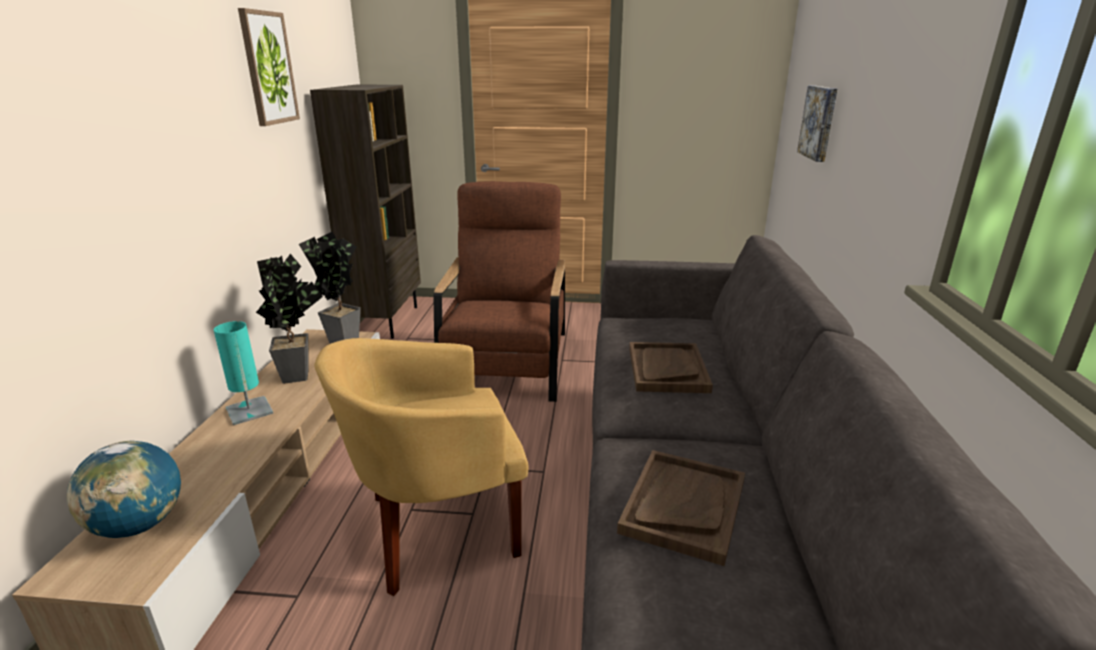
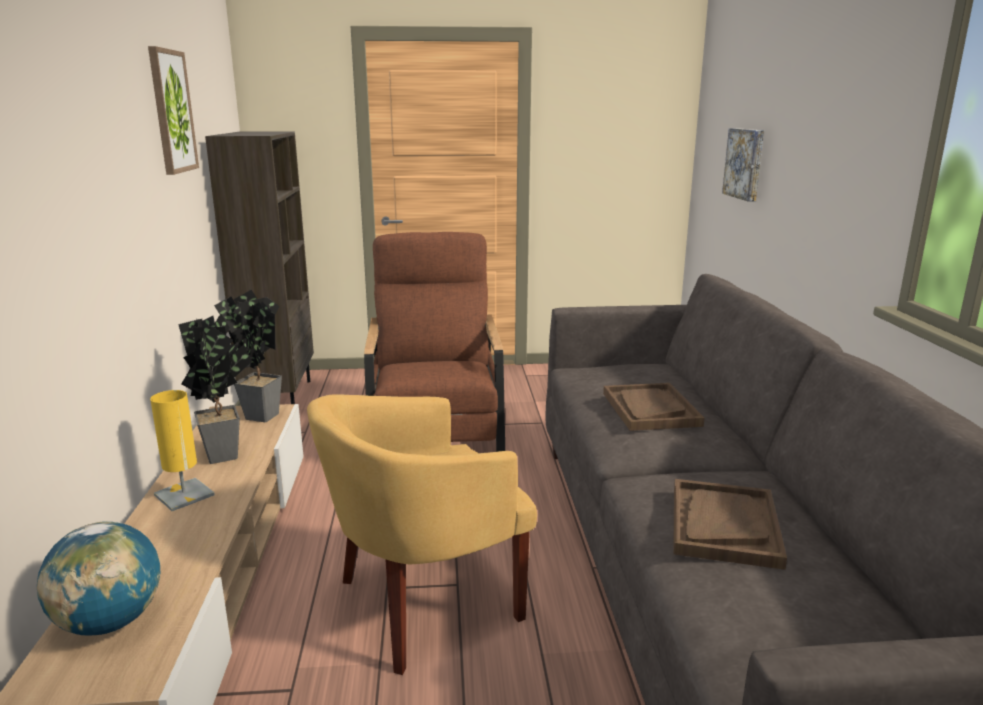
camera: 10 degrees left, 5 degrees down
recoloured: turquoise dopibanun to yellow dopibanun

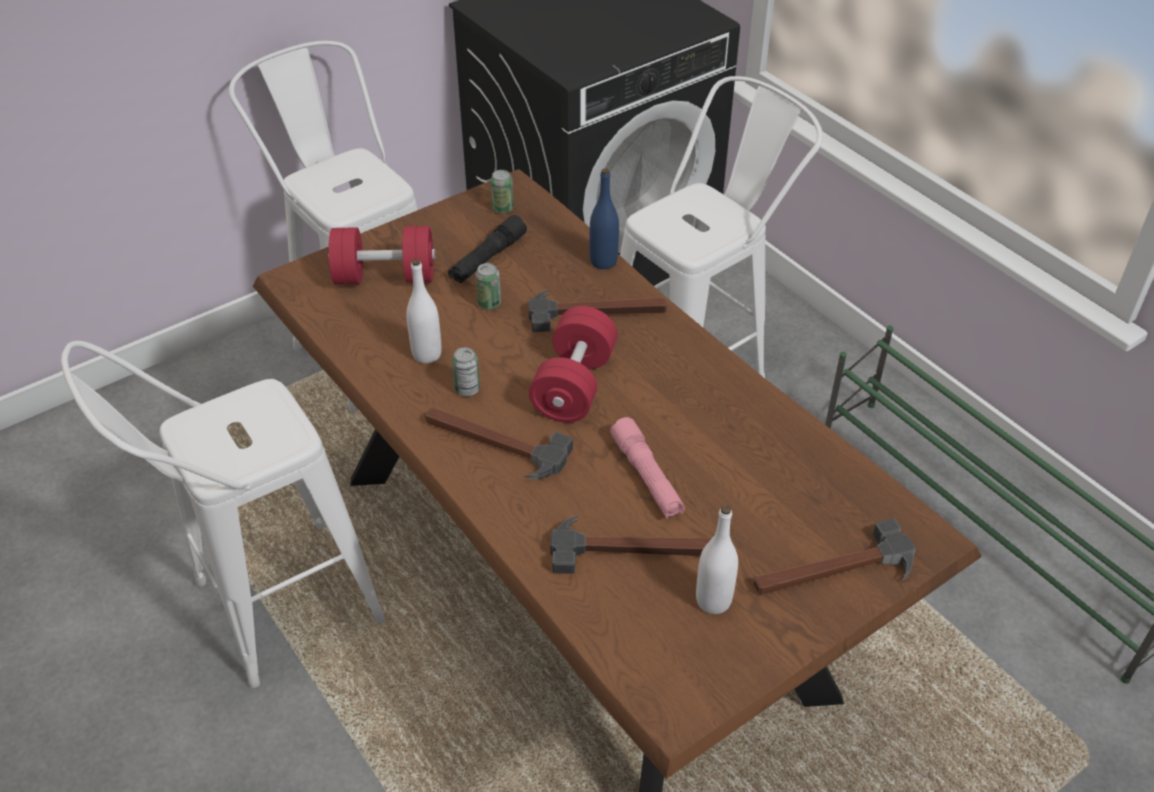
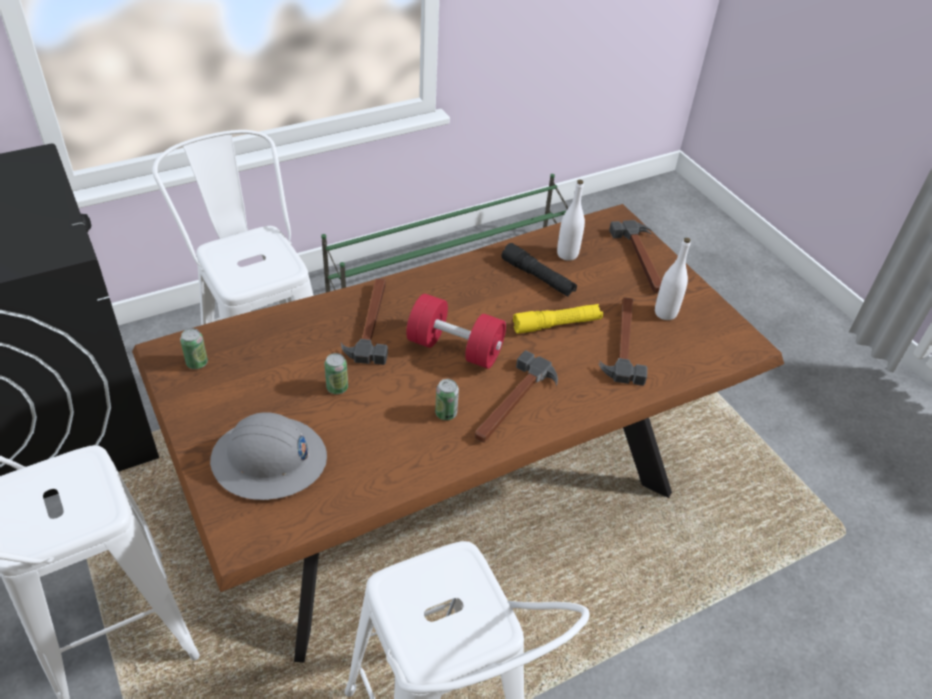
camera: 85 degrees left, 0 degrees up
removed: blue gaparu
moved: white gaparu (1st from left); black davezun
replaced: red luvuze (1st from left) to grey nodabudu
recoloured: pink davezun to yellow davezun

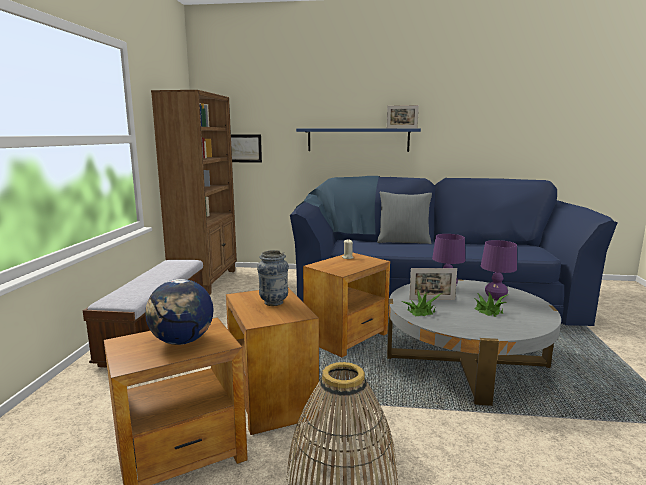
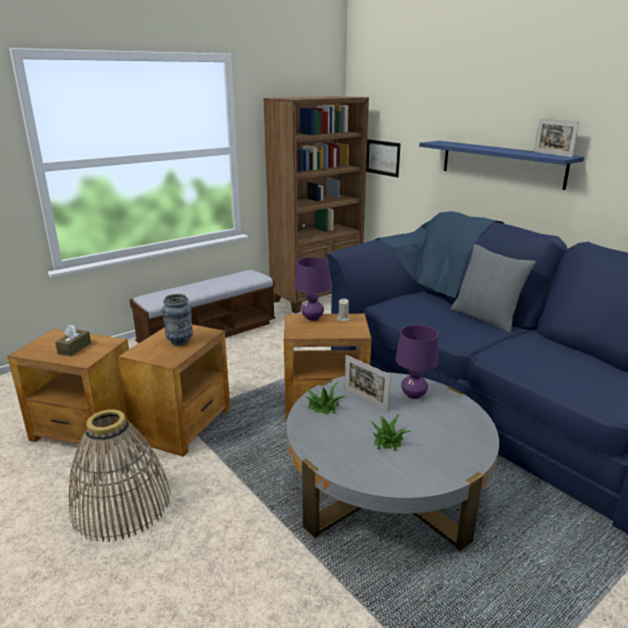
camera: 45 degrees right, 10 degrees up
moved: purple dopibanun (2nd from left in the first image) to purple dopibanun (1st from left)
replaced: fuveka to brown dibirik

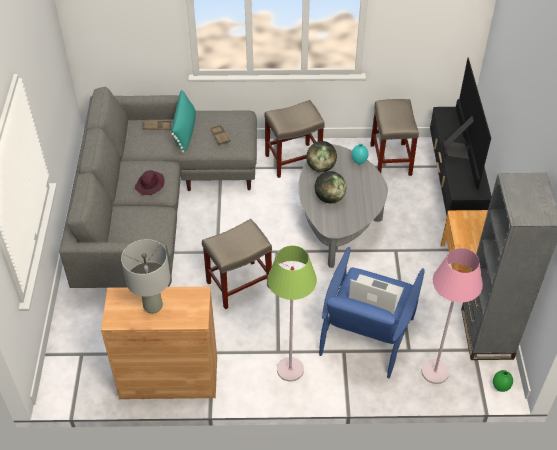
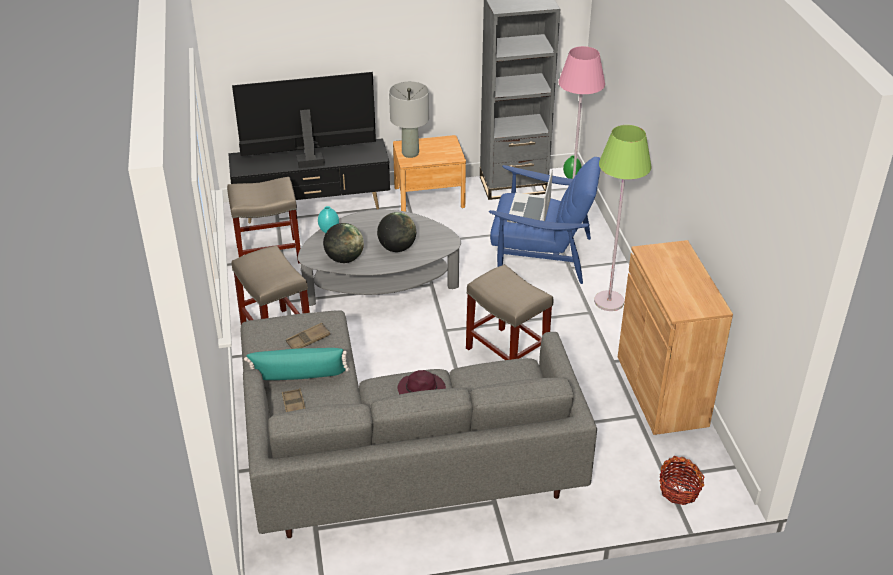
camera: 100 degrees left, 10 degrees down
added: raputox
moved: grey dopibanun

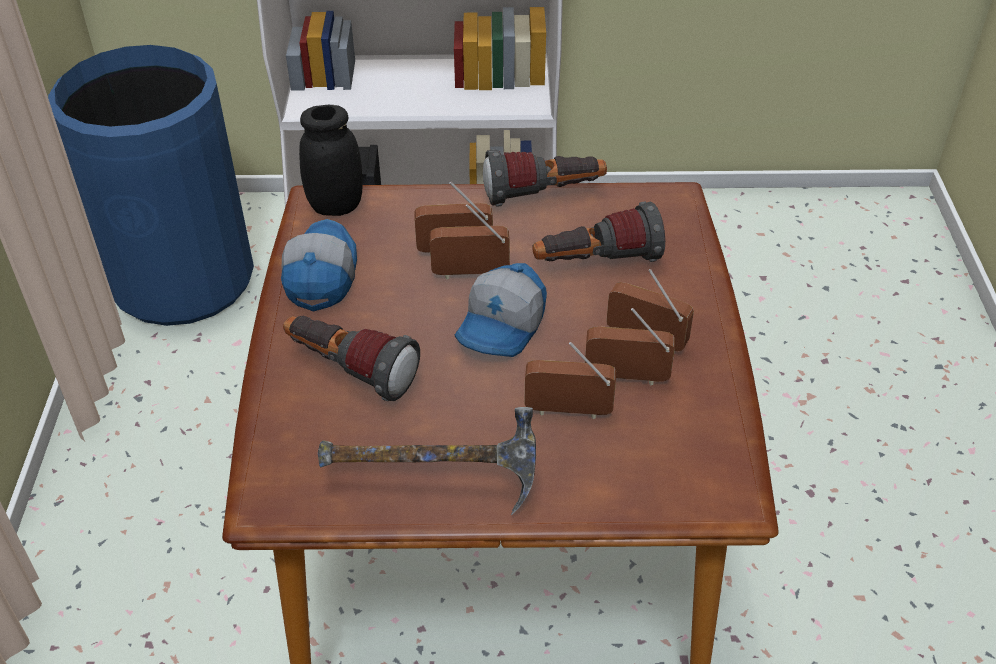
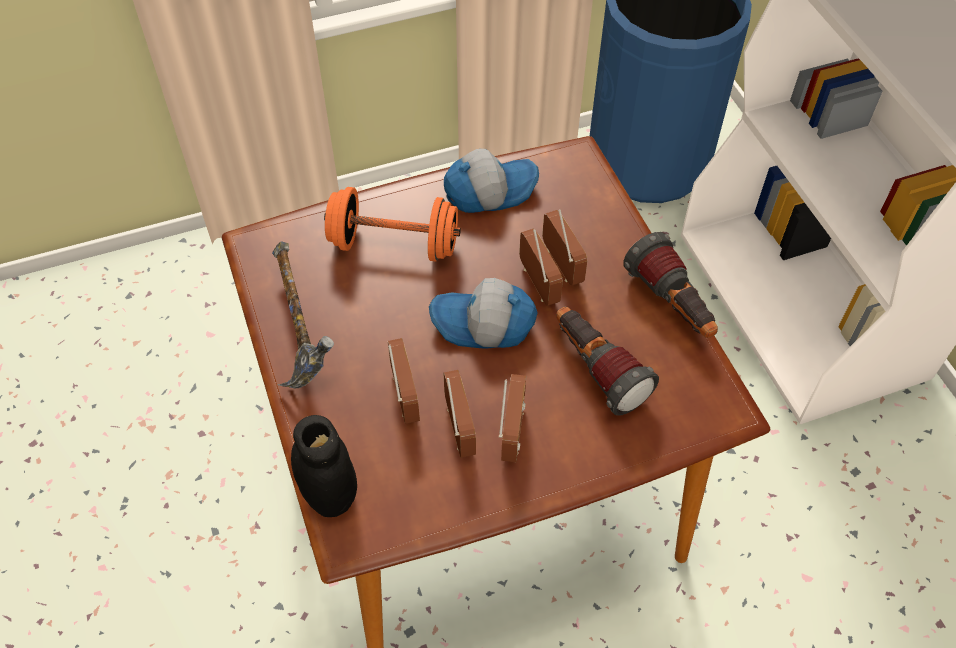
camera: 70 degrees right, 10 degrees up
moved: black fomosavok
replaced: davezun (1st from left) to orange luvuze

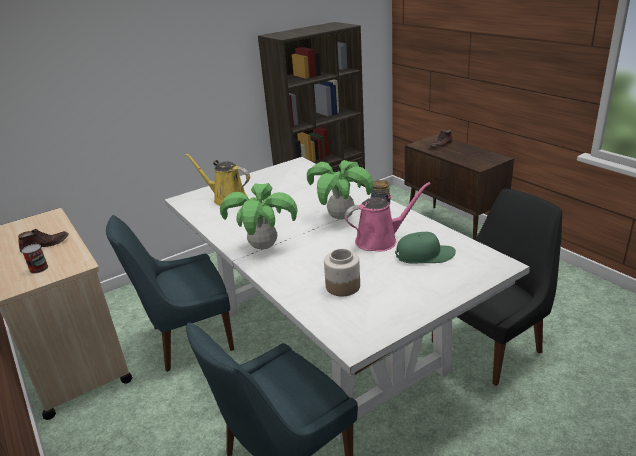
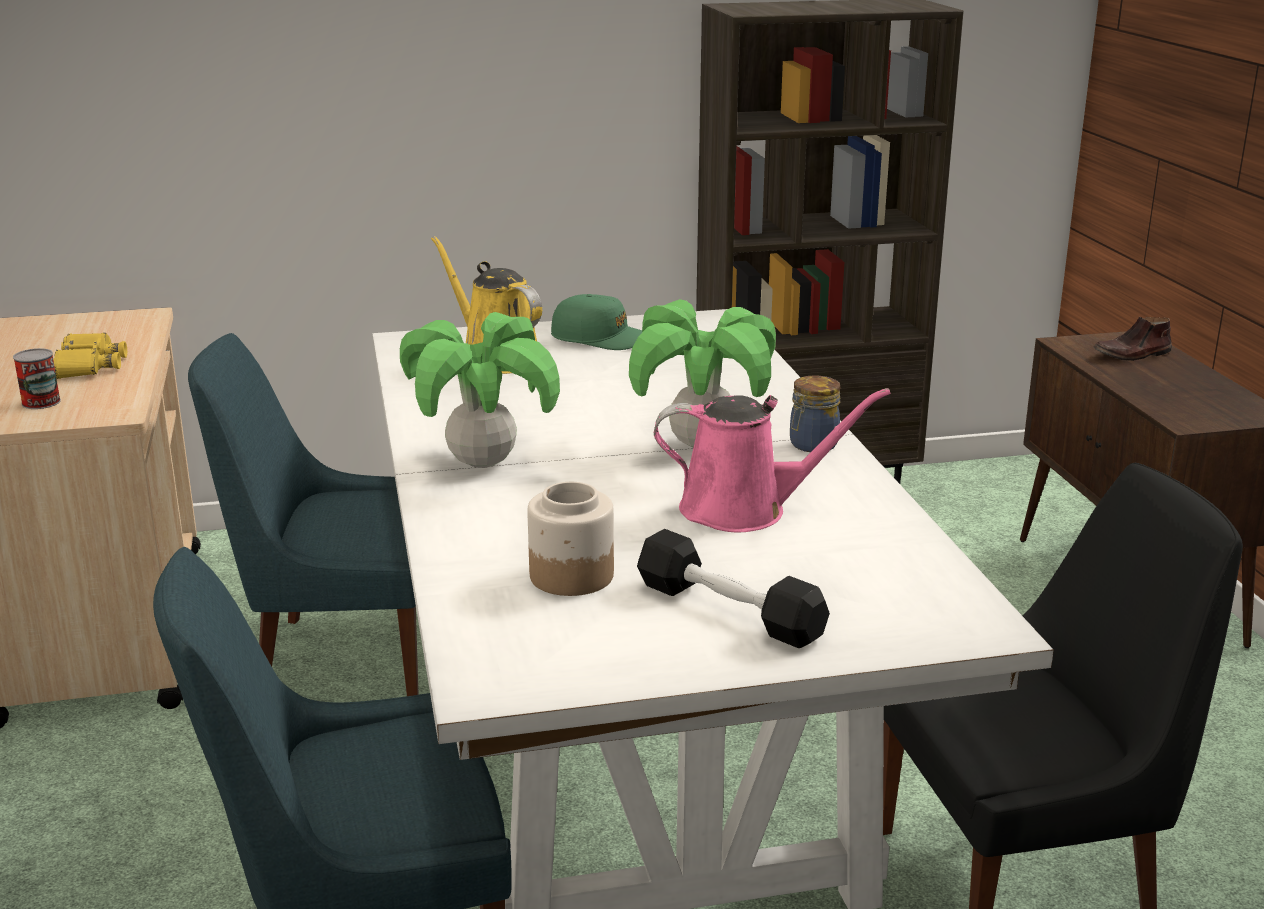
camera: 20 degrees right, 5 degrees down
added: black luvuze
moved: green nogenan
replaced: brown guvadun (1st from left) to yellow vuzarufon

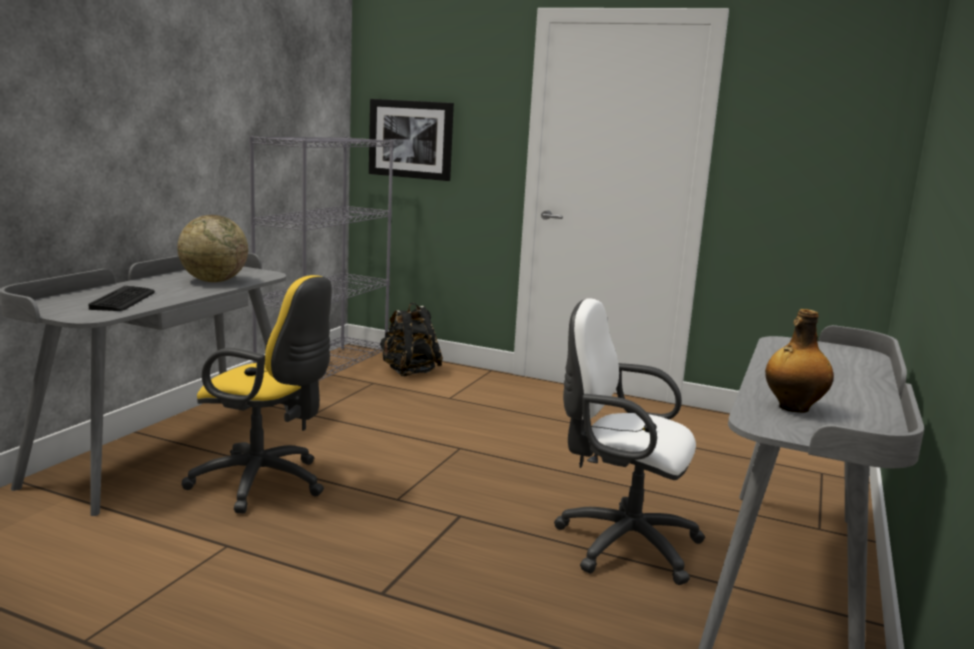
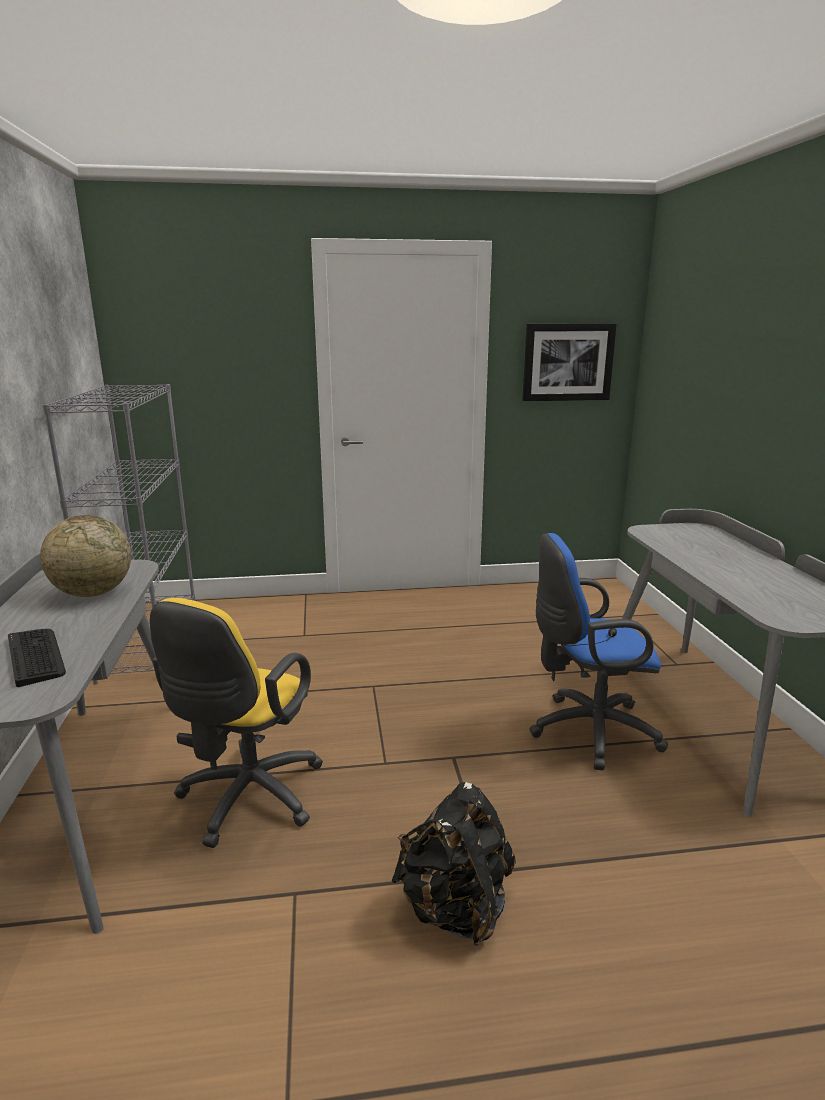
camera: 30 degrees left, 5 degrees up
removed: gaparu
moved: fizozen; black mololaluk
recoloured: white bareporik to blue bareporik
turned: yellow bareporik 120 degrees clockwise

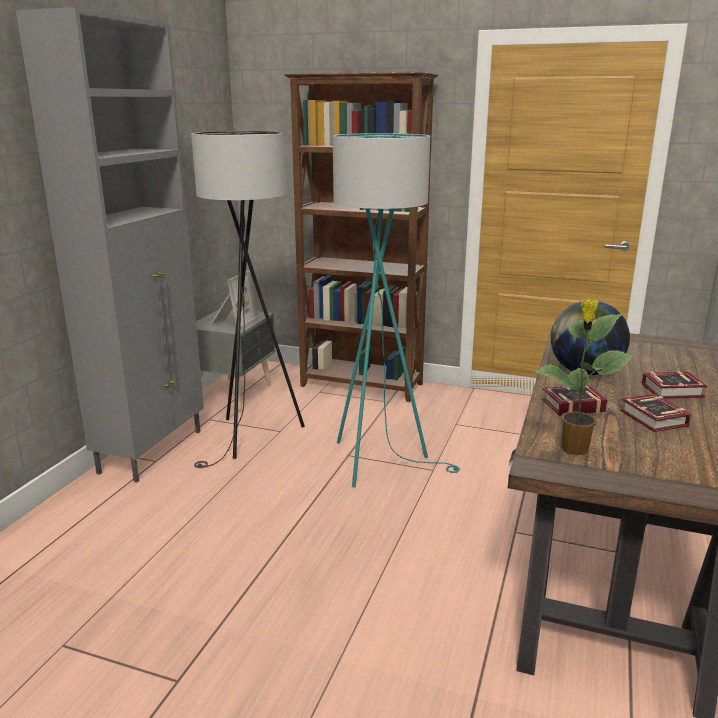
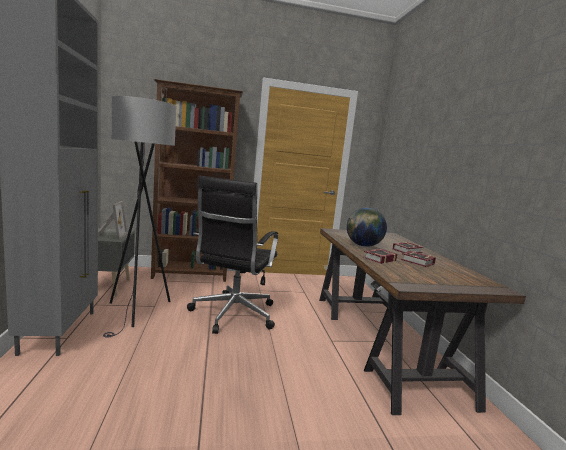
camera: 30 degrees left, 10 degrees down
removed: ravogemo
replaced: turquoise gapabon to black bareporik

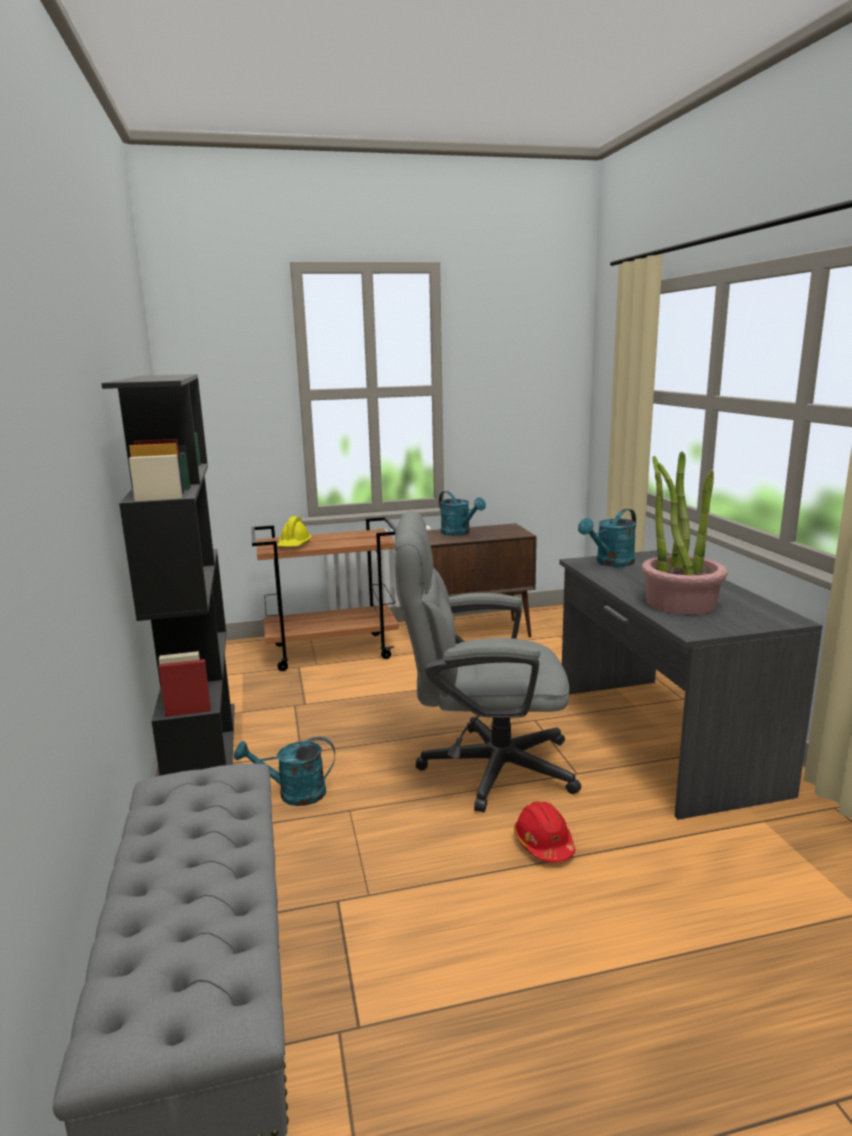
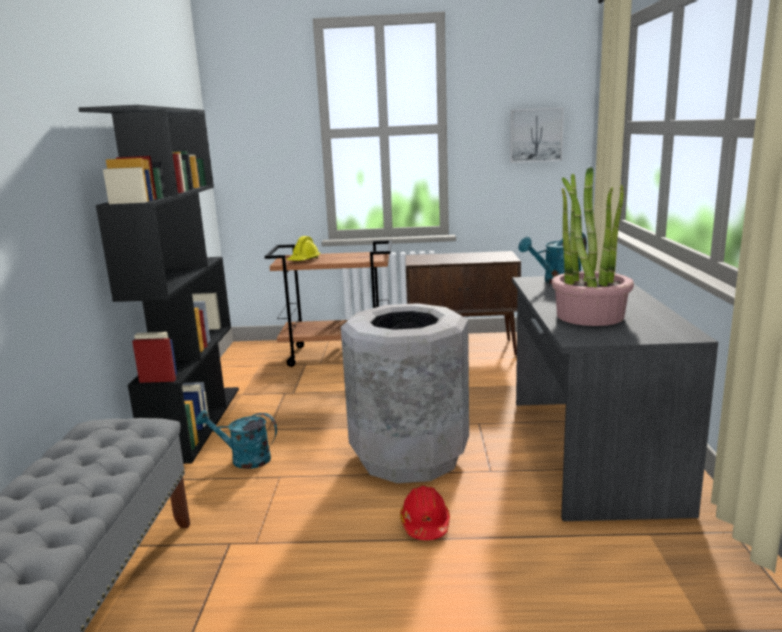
camera: 15 degrees right, 0 degrees up
removed: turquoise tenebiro (2nd from left)
added: fizozen
replaced: grey bareporik to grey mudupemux

